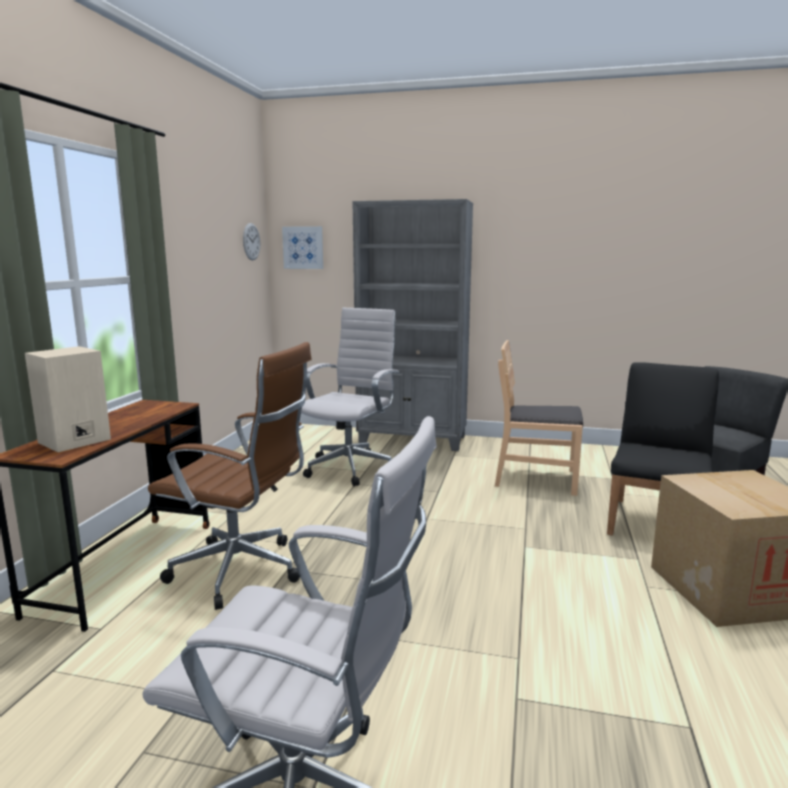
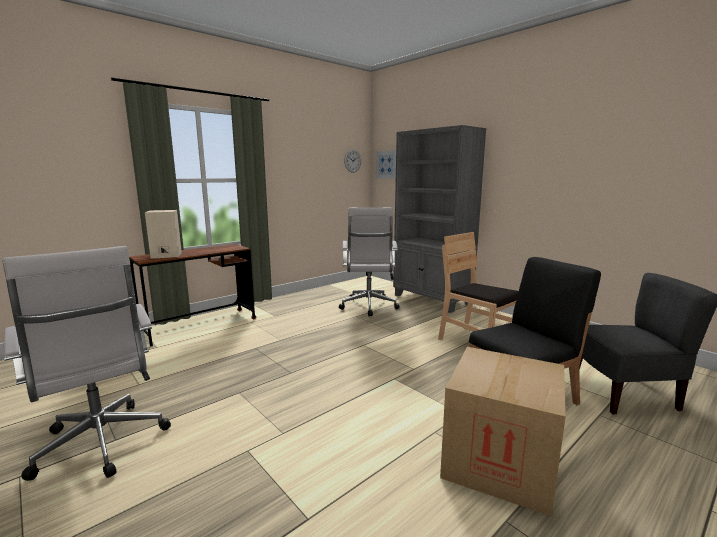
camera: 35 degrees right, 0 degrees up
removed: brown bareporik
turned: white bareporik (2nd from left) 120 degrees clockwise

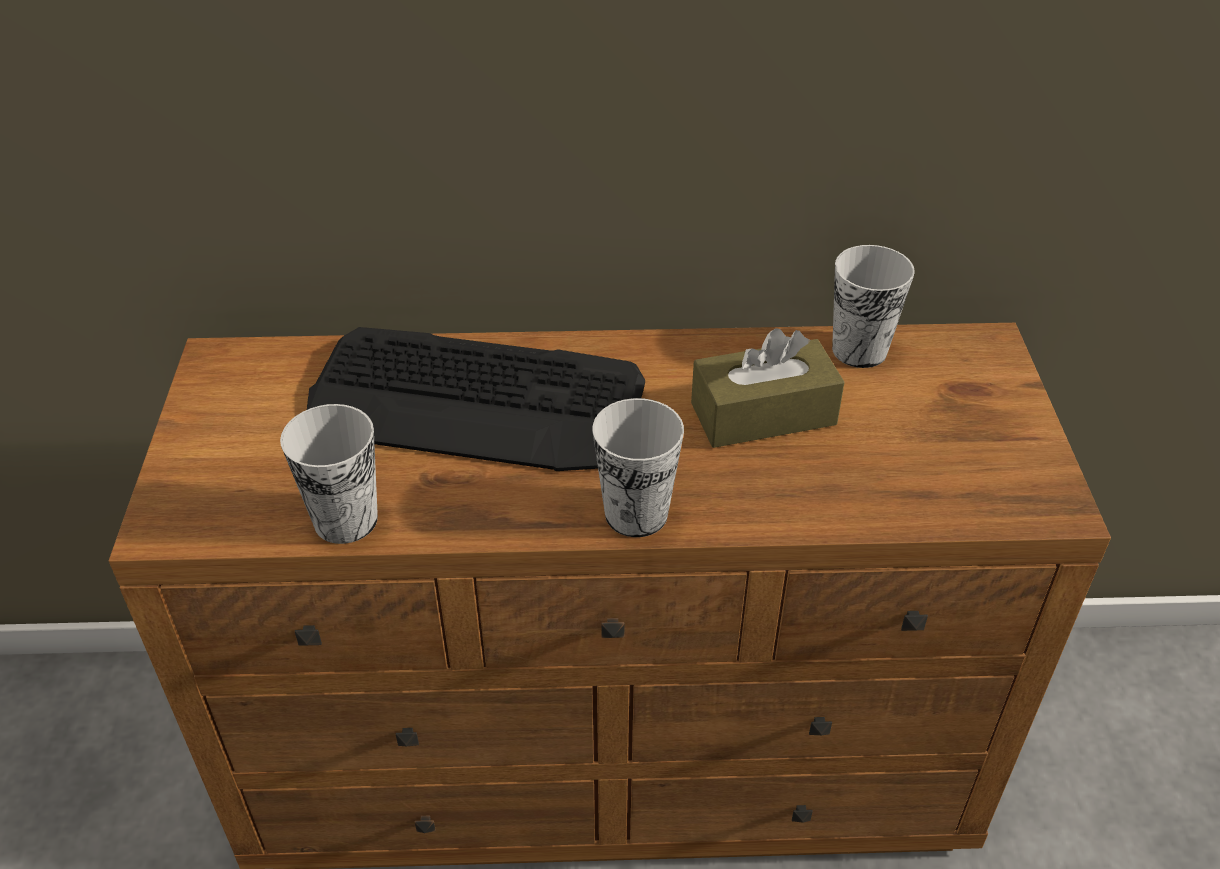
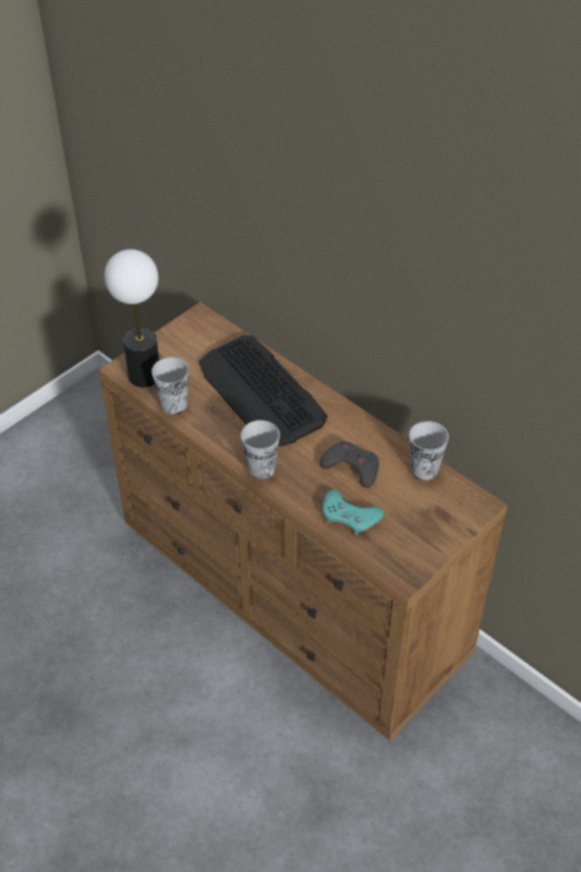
camera: 45 degrees right, 5 degrees up
added: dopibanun; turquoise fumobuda
replaced: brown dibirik to grey fumobuda

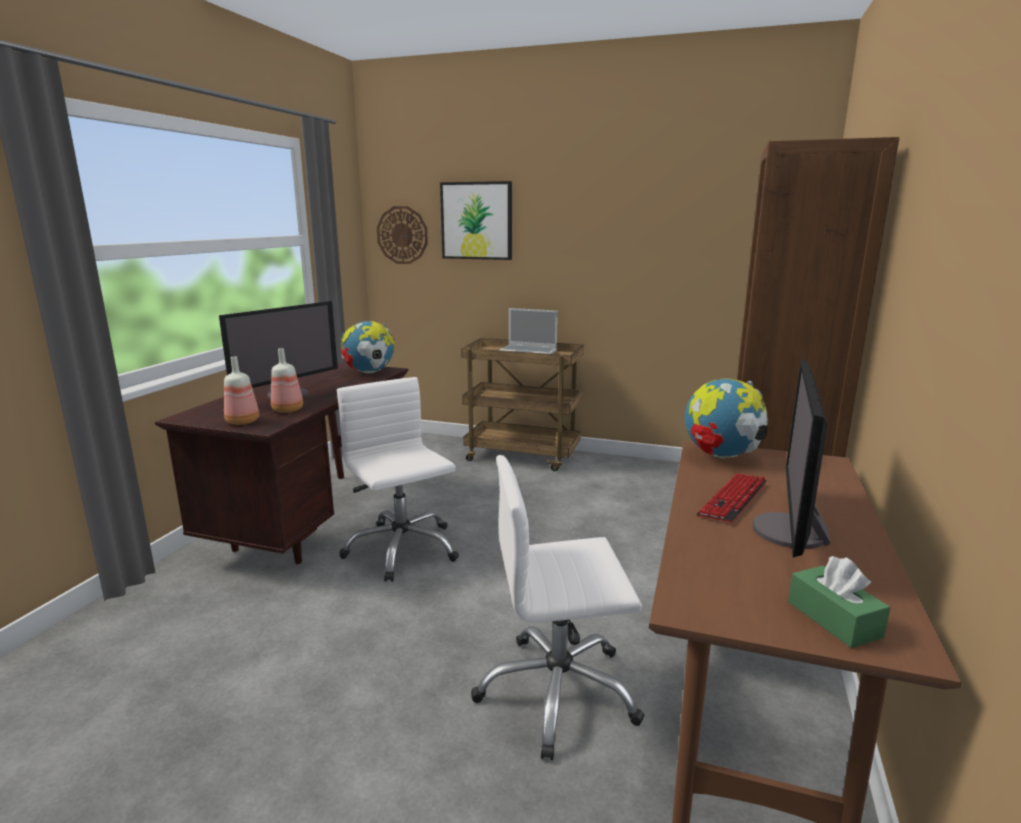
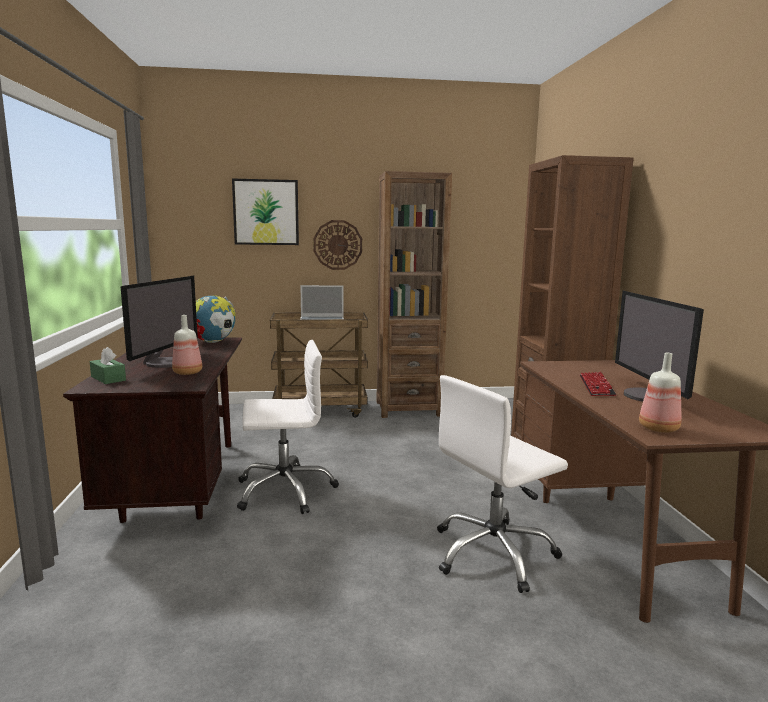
camera: 25 degrees left, 5 degrees down
removed: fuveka (2nd from left)
added: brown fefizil (1st from left)
moved: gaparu (1st from left in the first image) to gaparu (2nd from left); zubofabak; green dibirik
turned: white bareporik (1st from left) 135 degrees clockwise

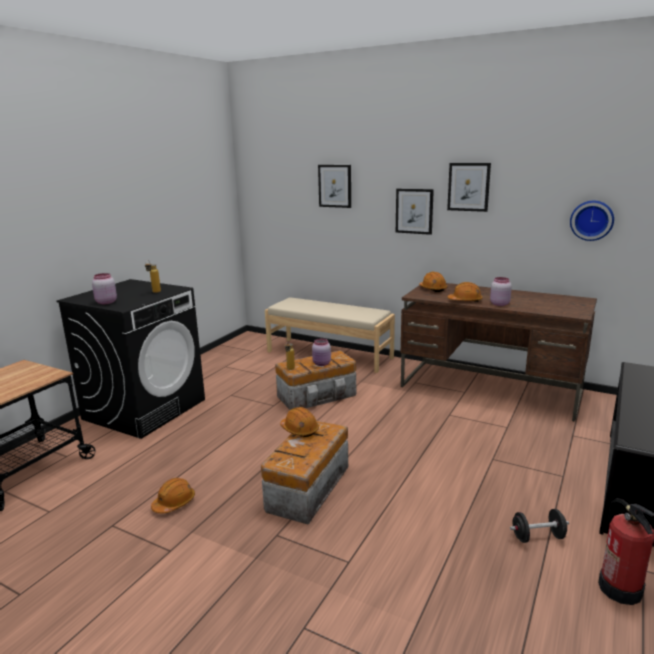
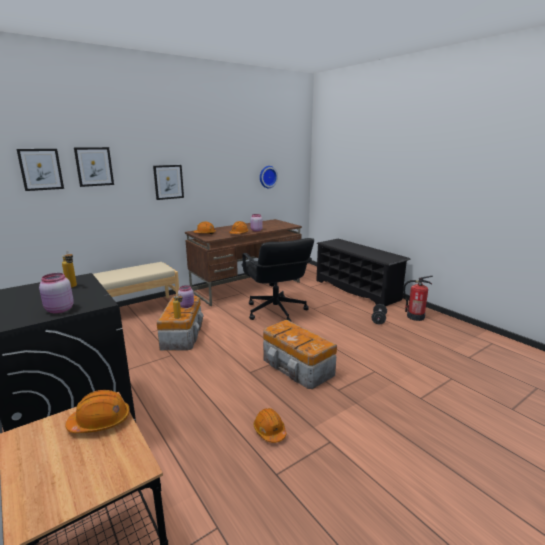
camera: 65 degrees left, 0 degrees up
added: black bareporik
moved: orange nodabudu (2nd from left in the first image) to orange nodabudu (1st from left); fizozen (3rd from left in the first image) to fizozen (1st from left)

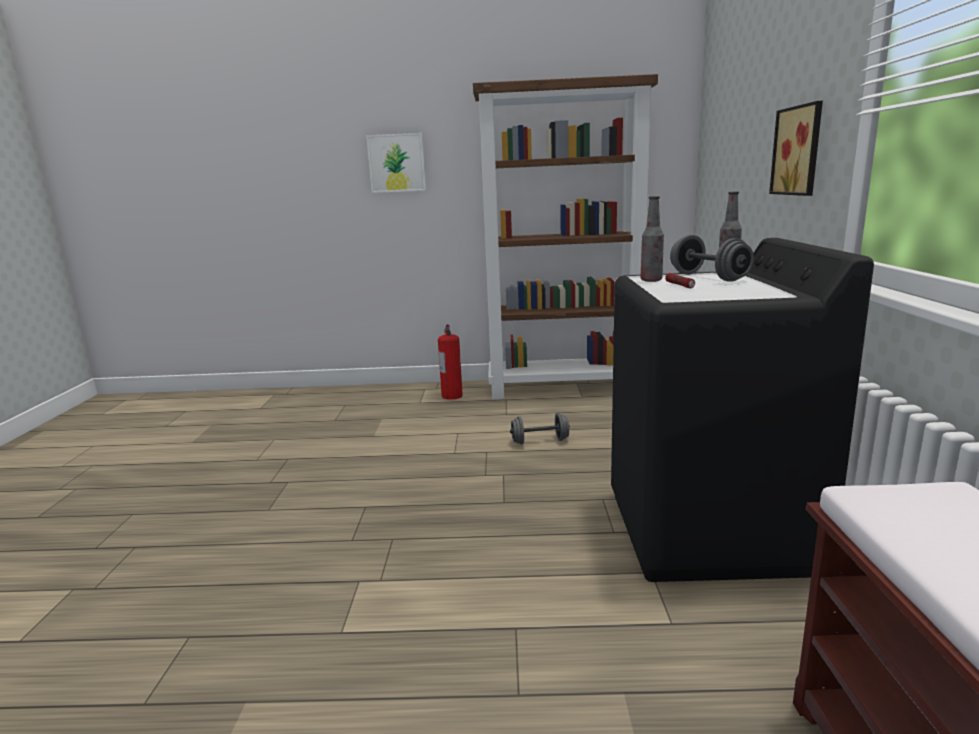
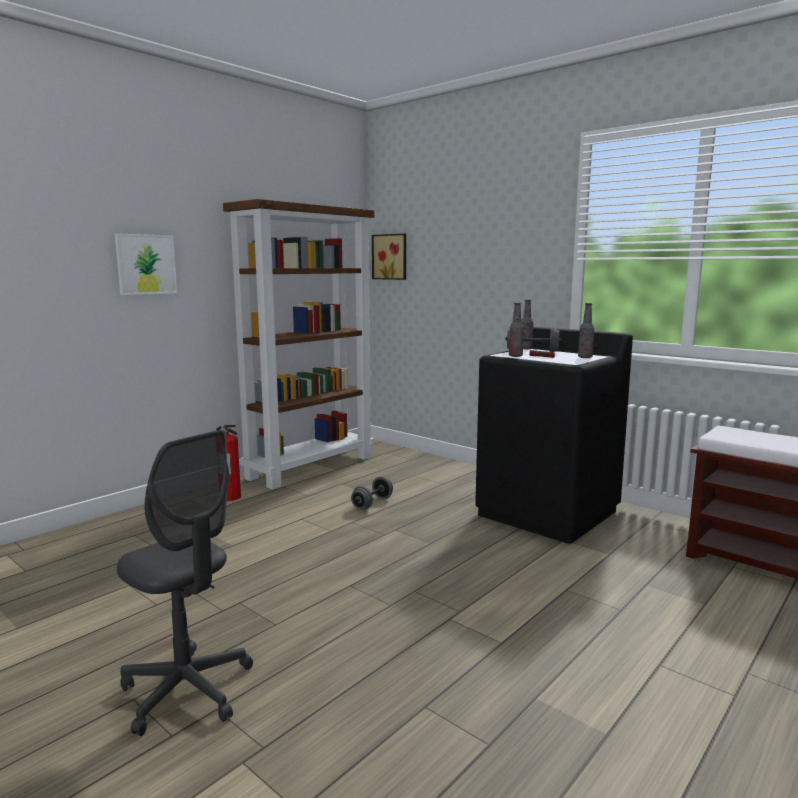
camera: 50 degrees left, 5 degrees down
added: grey bareporik; gaparu (3rd from left)
moved: fizozen (2nd from left)

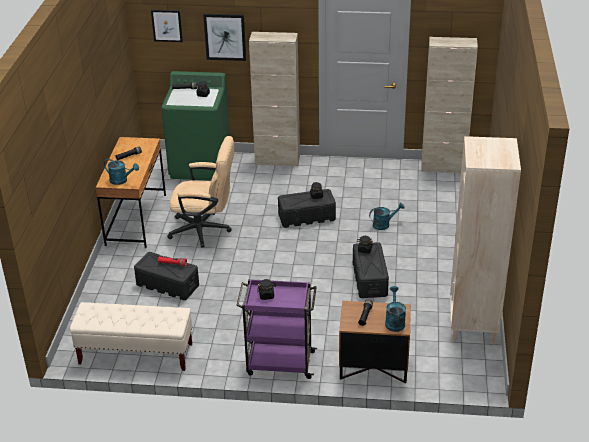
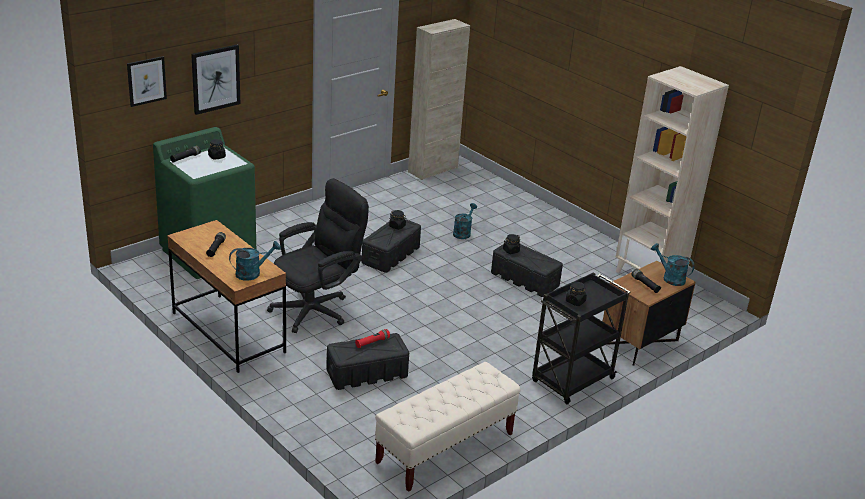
camera: 50 degrees left, 5 degrees down
removed: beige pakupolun (1st from left)
recoloured: beige bareporik to black bareporik; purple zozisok to black zozisok

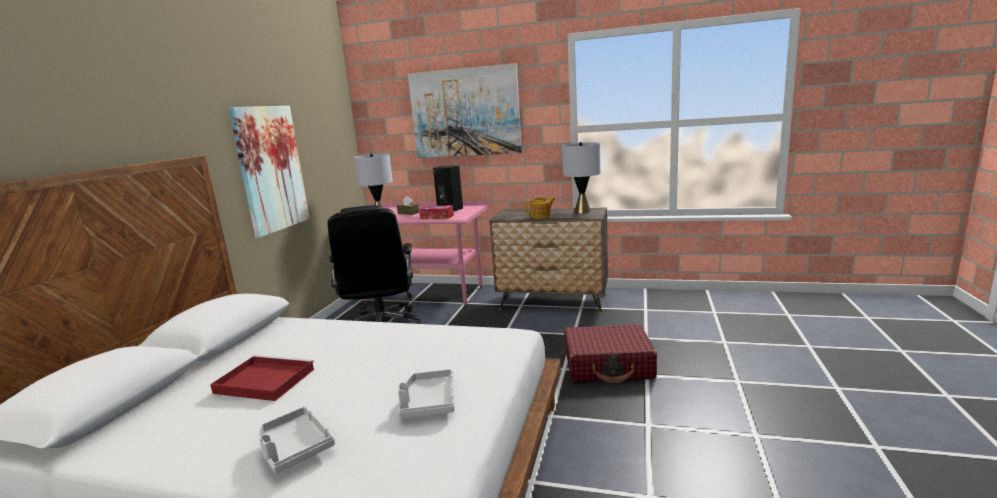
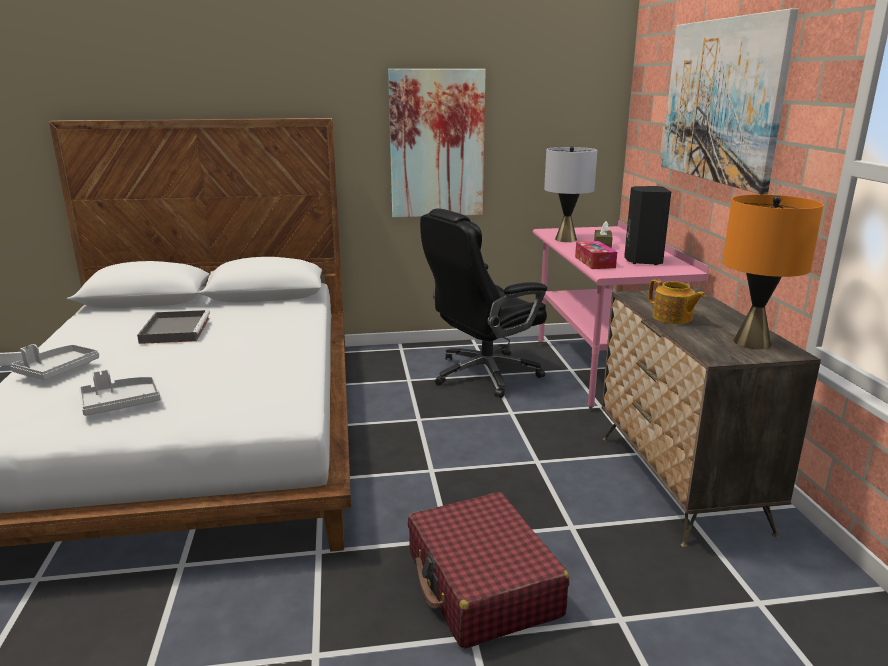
camera: 65 degrees right, 5 degrees up
recoloured: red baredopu to grey baredopu (3rd from left); grey dopibanun (2nd from left) to orange dopibanun

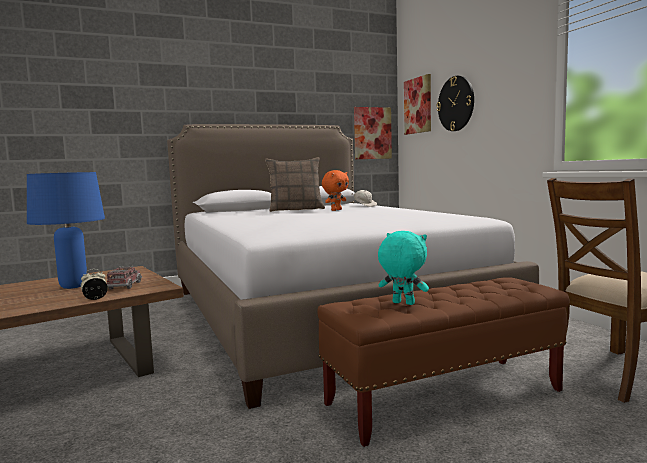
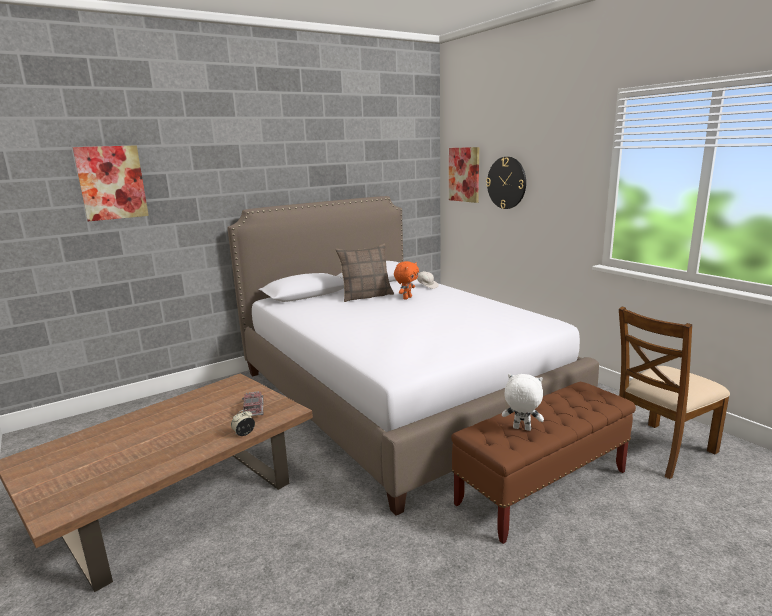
camera: 10 degrees left, 10 degrees up
removed: blue dopibanun
moved: fizozen (1st from left)
recoloured: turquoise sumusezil to white sumusezil

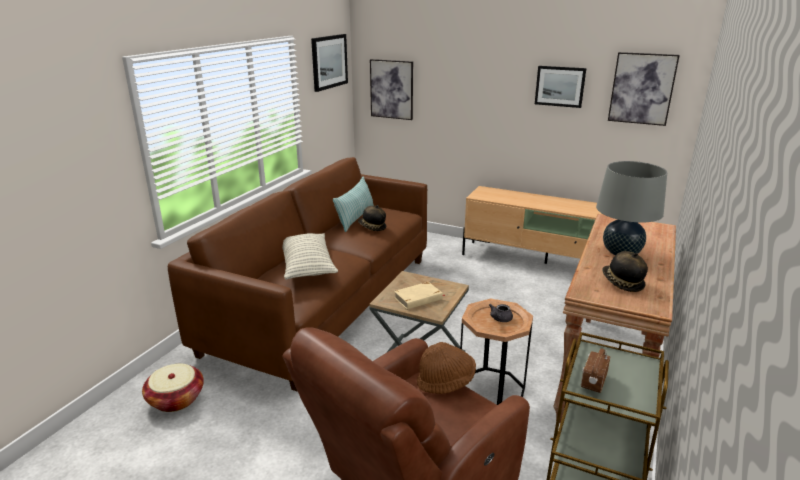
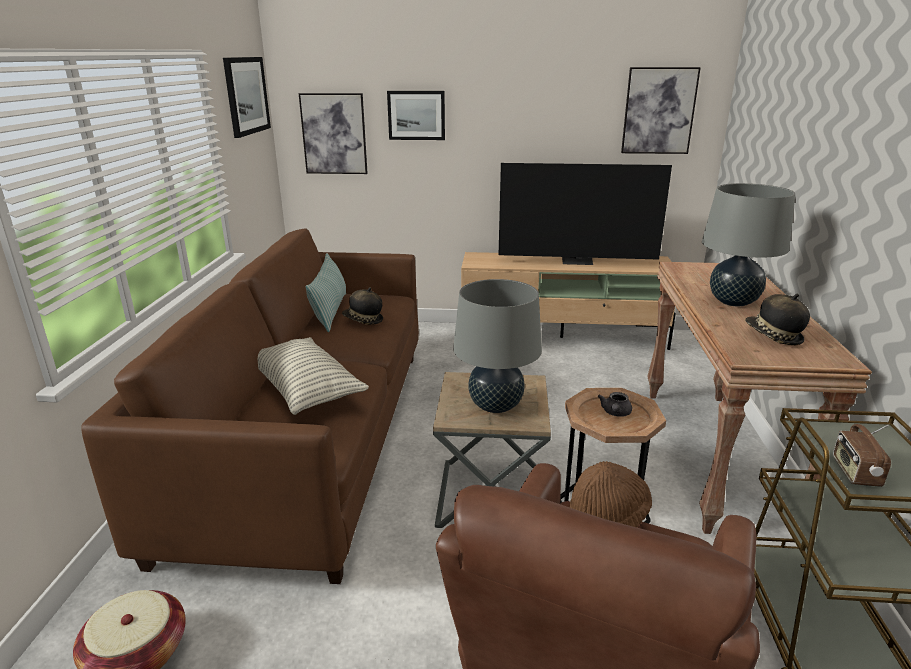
camera: 20 degrees left, 0 degrees up
added: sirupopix
moved: fizozen (3rd from left)
replaced: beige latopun to grey dopibanun (1st from left)

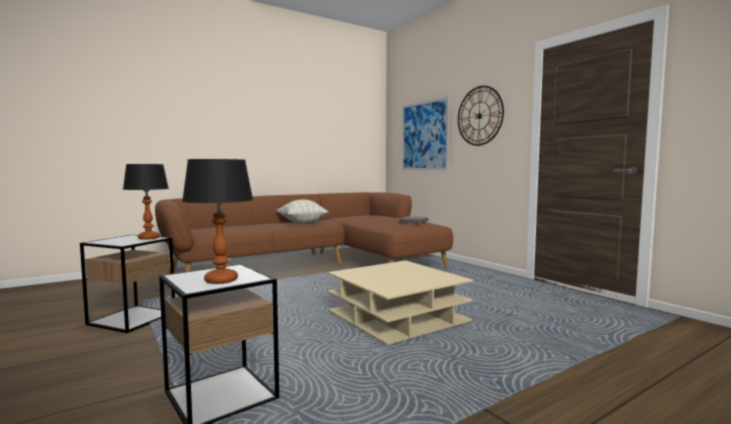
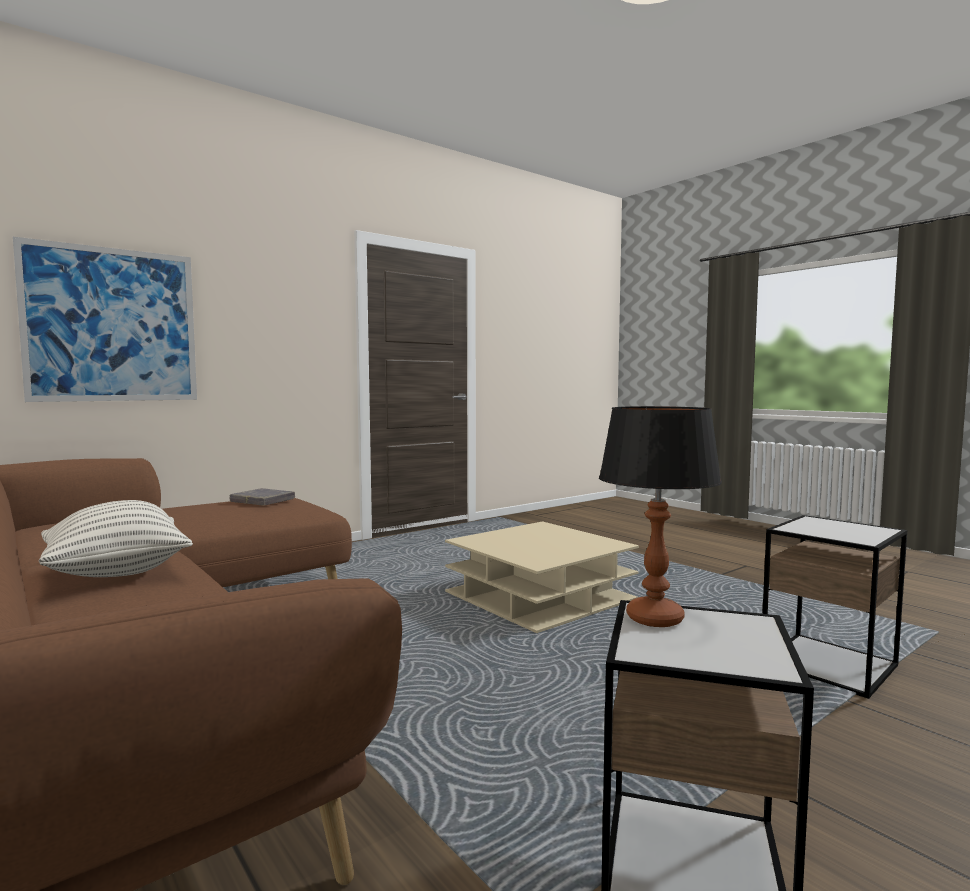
camera: 95 degrees left, 0 degrees up
removed: dopibanun (2nd from left); zubofabak

